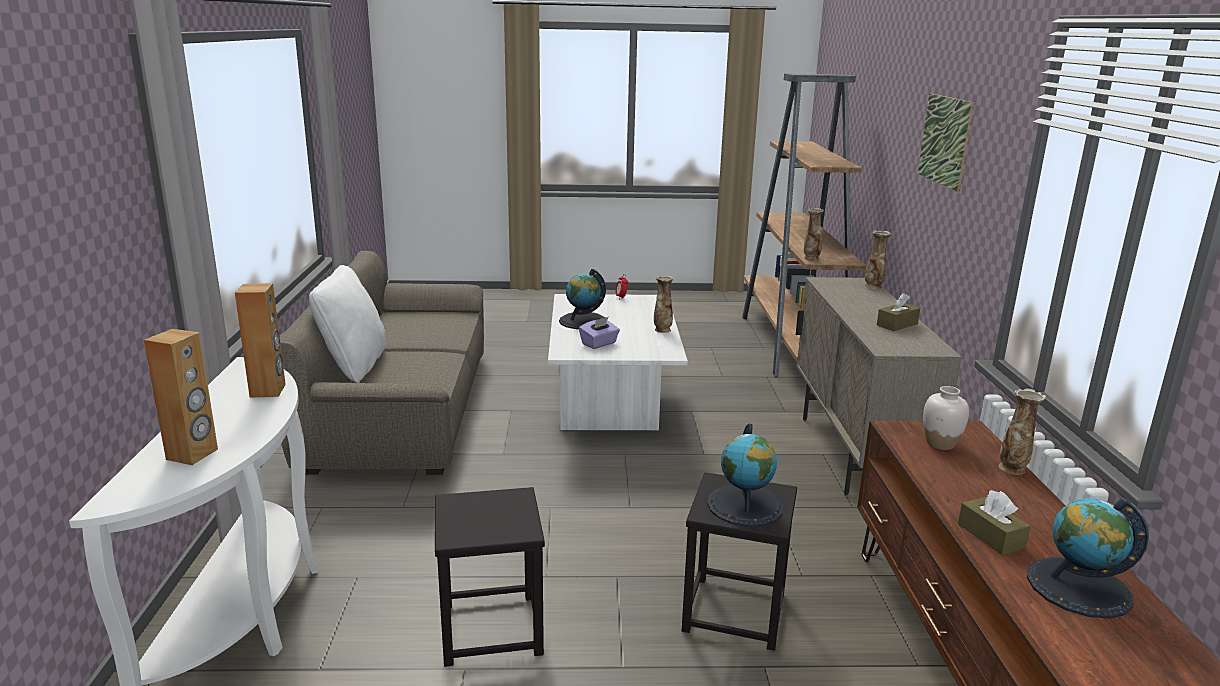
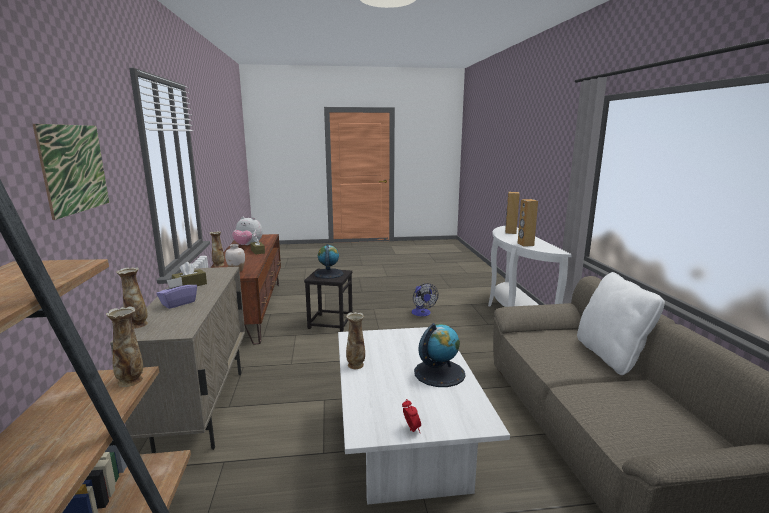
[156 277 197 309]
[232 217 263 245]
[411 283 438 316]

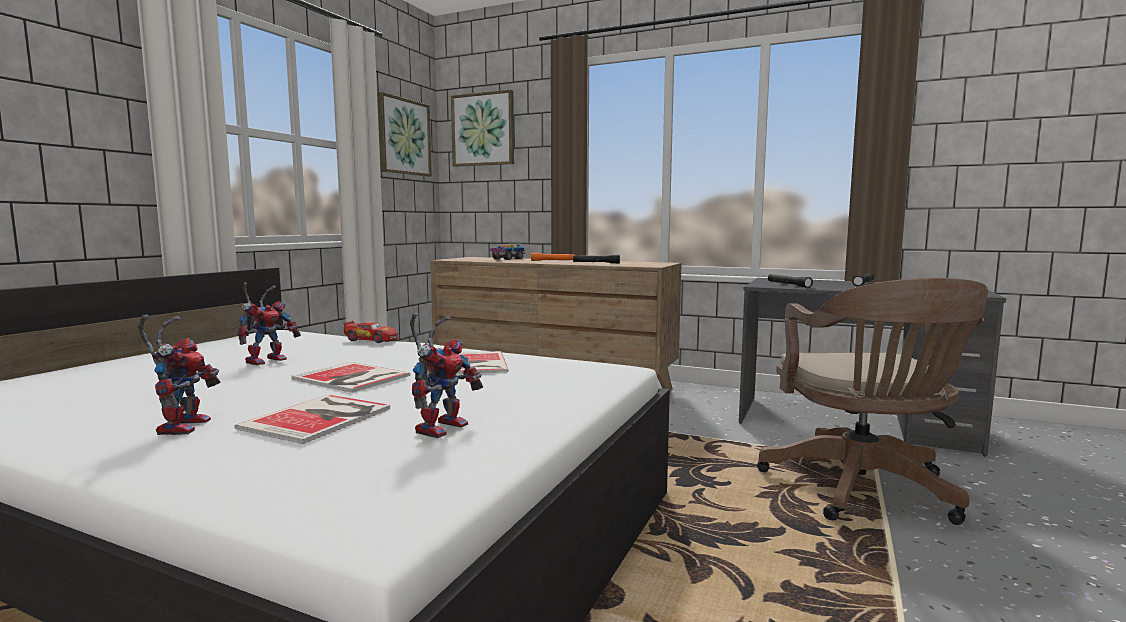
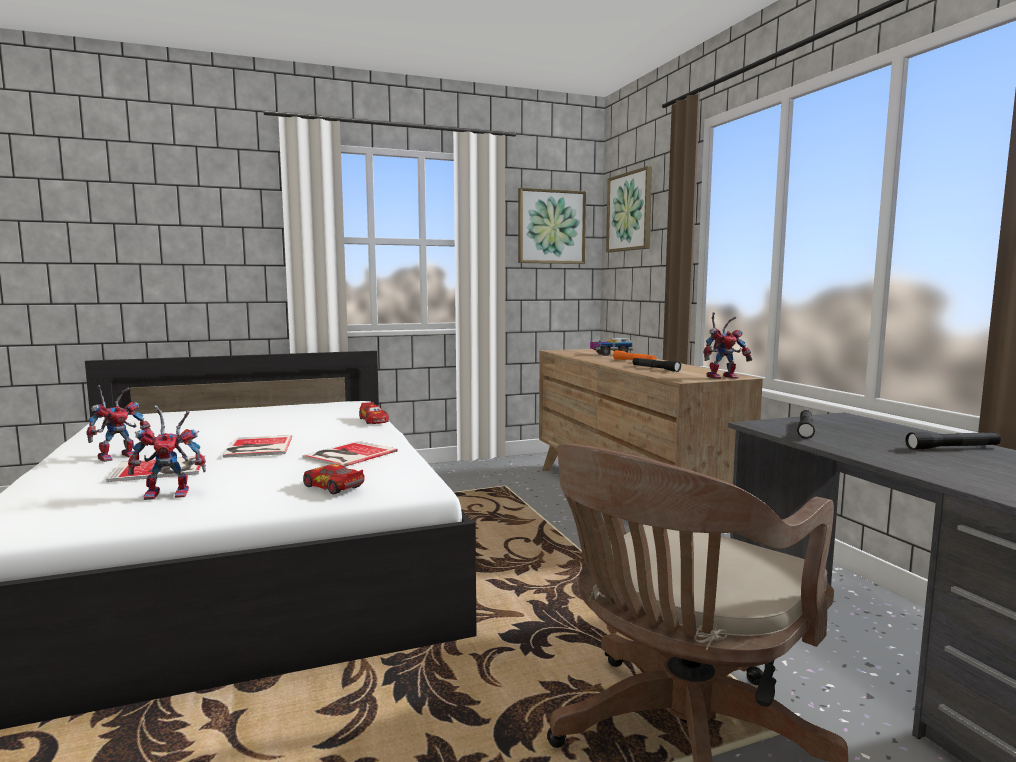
[303 464 364 494]
[703 312 752 379]

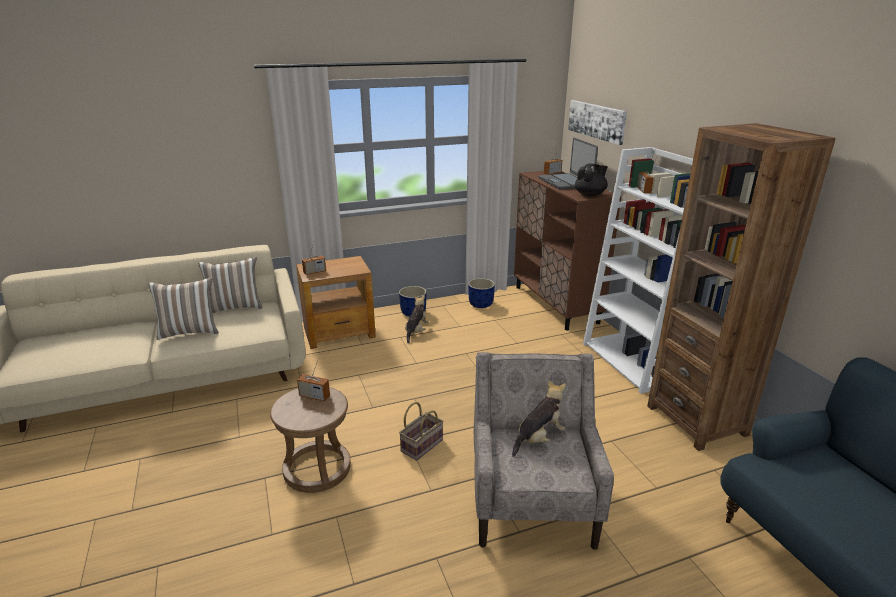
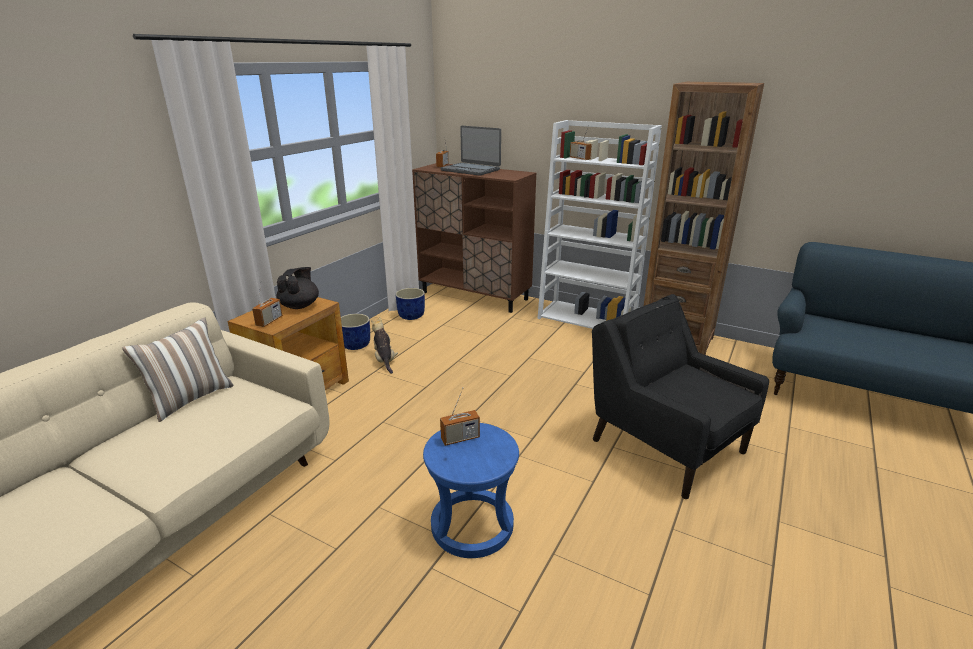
[277 267 319 309]
[423 423 519 558]
[592 294 769 499]
[149 277 218 340] (first image)
[399 402 444 461] (first image)
[512 380 566 457] (first image)
[568 100 627 145] (first image)

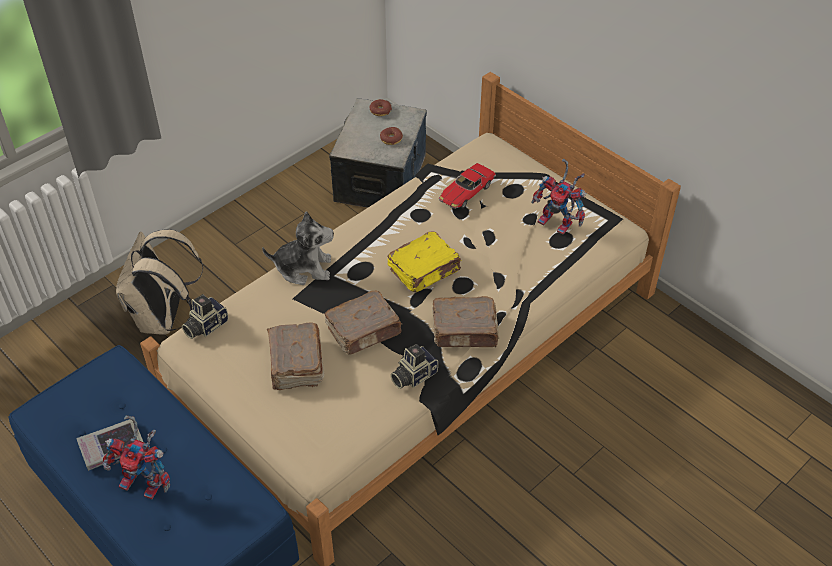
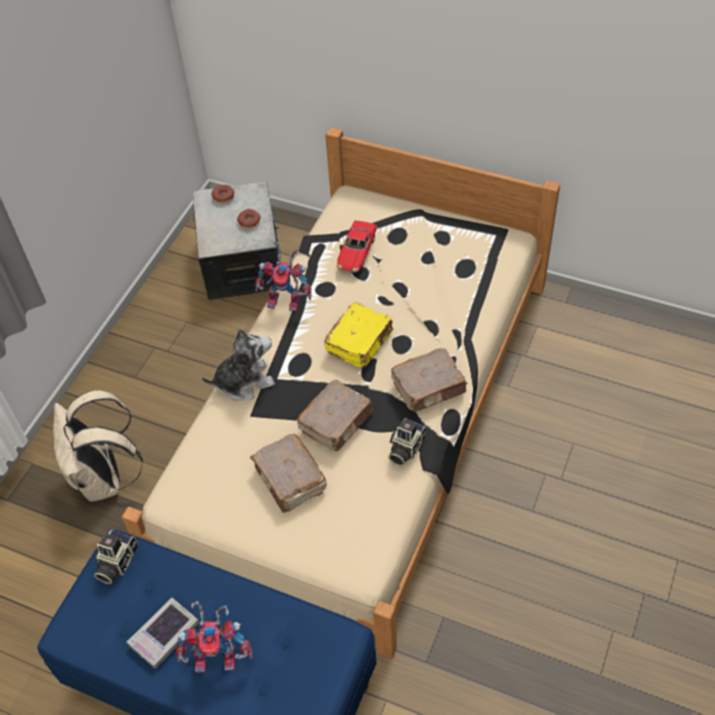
[94 530 138 584]
[255 241 312 311]

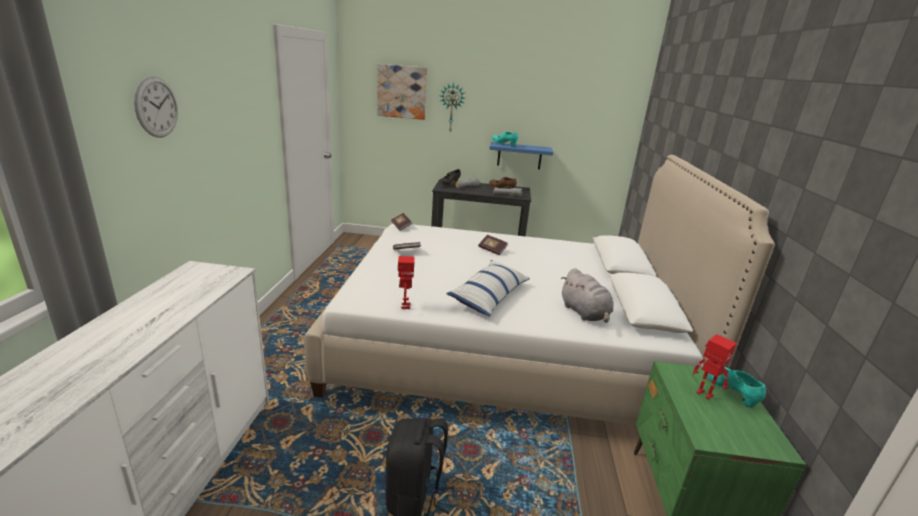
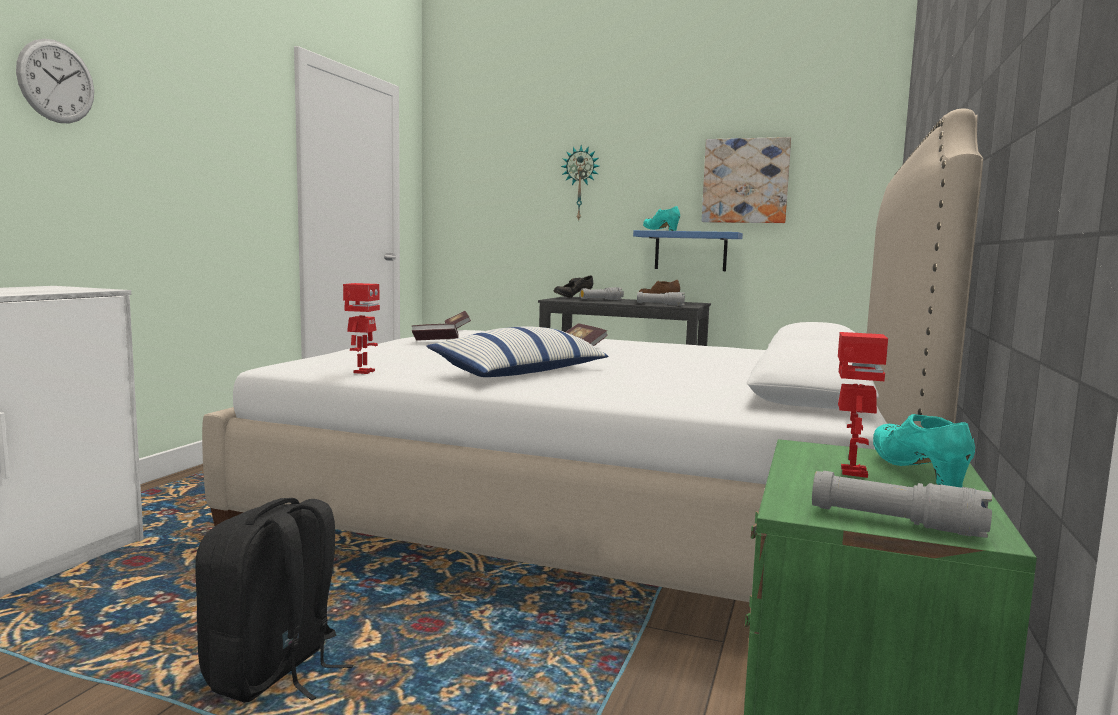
[702 137 791 223]
[812 471 992 538]
[838 332 888 478]
[561 268 614 323] (first image)

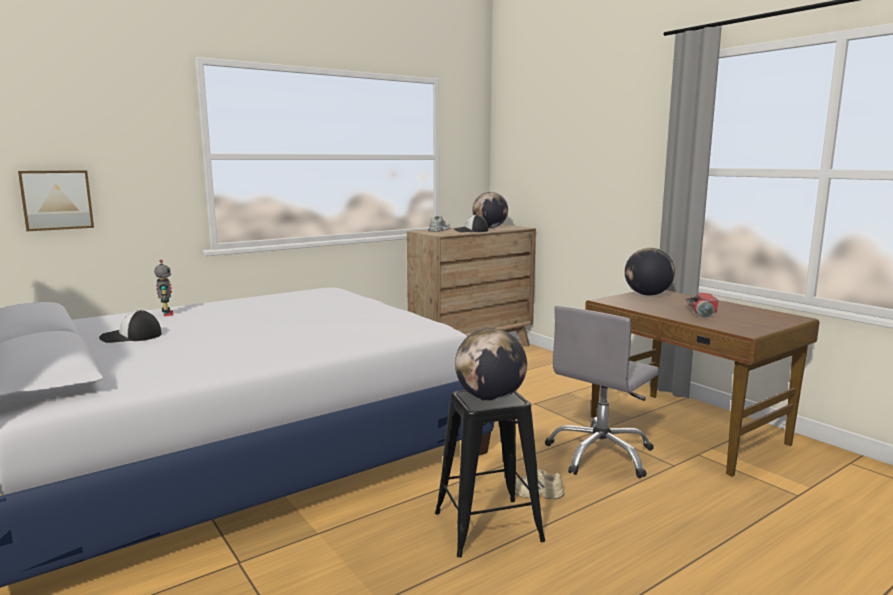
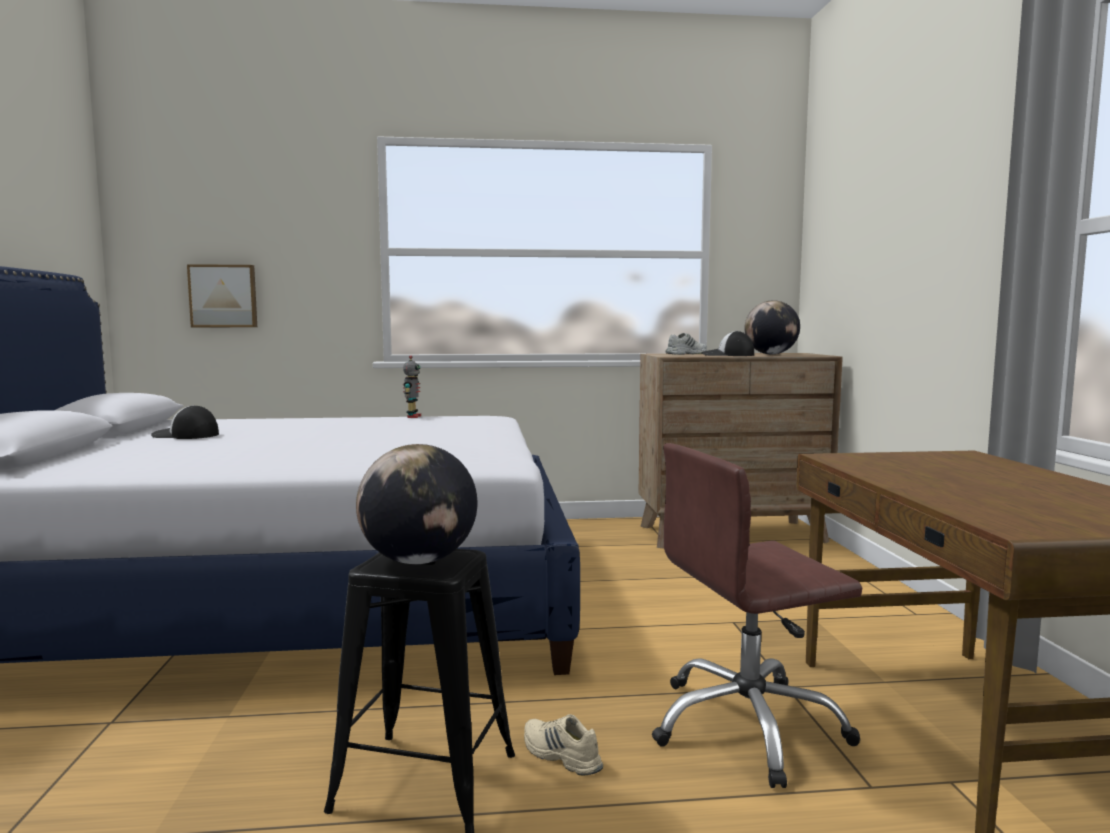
[403 355 421 418]
[652 443 862 788]
[625 248 675 296] (first image)
[685 293 718 318] (first image)

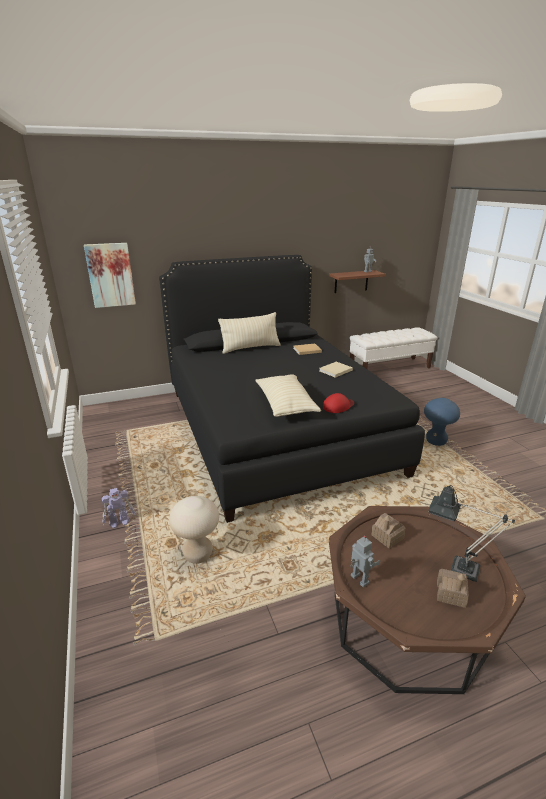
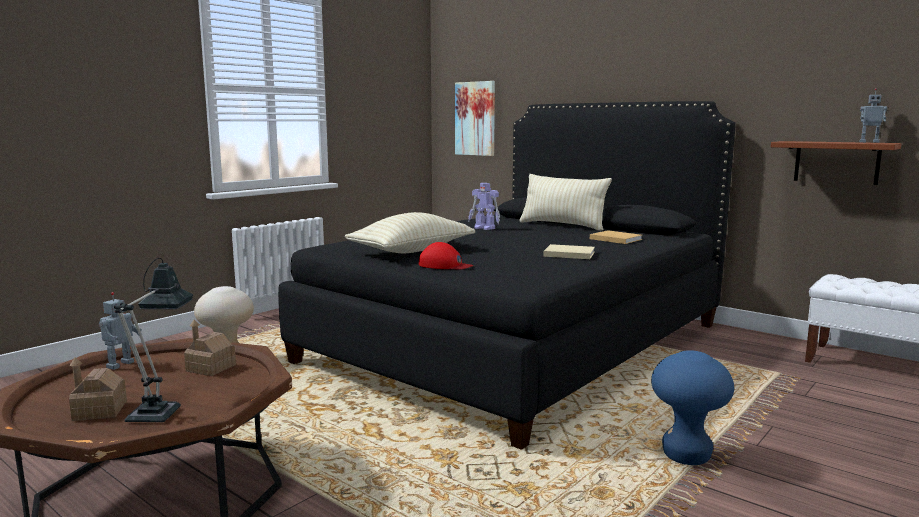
[468 183 500 230]

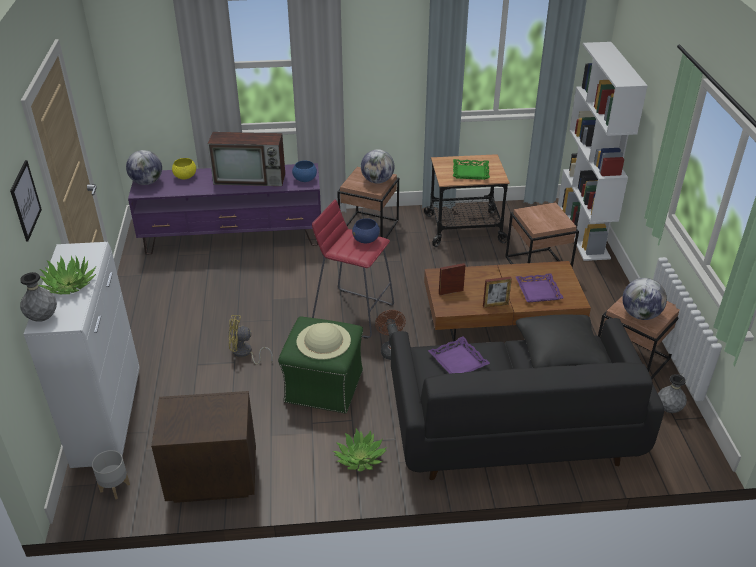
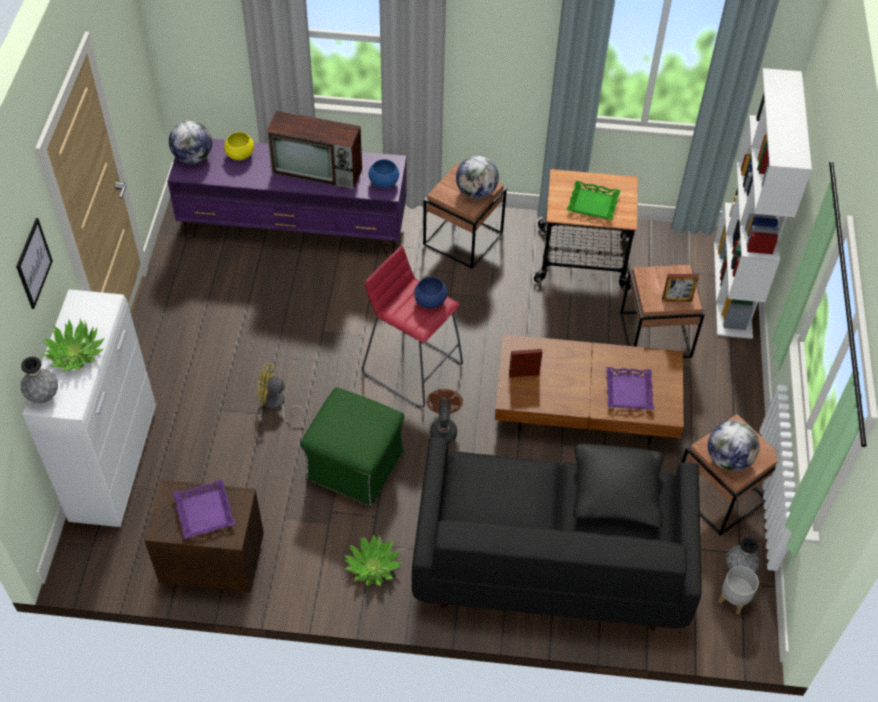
[173 479 235 539]
[662 274 699 302]
[718 566 759 615]
[296 323 351 360] (first image)

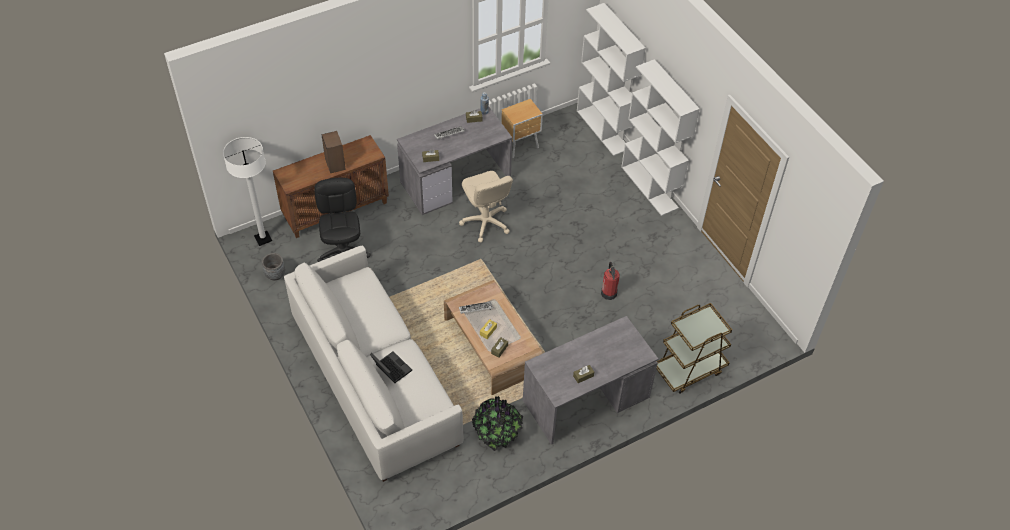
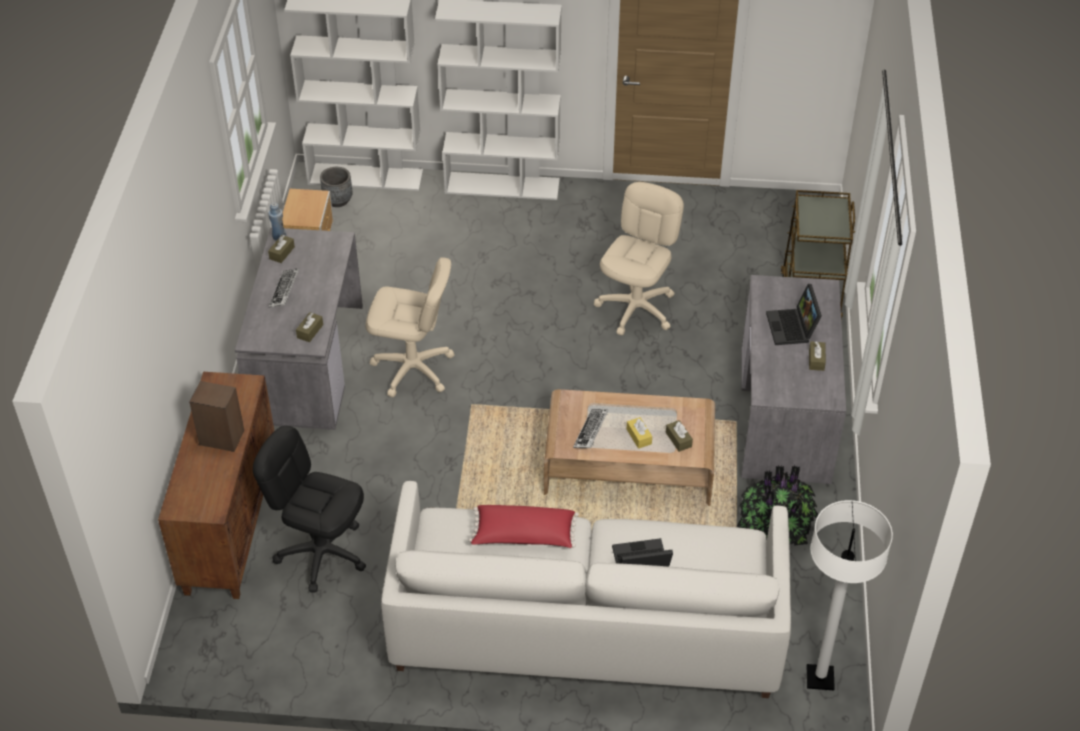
[320 167 352 207]
[468 505 579 548]
[594 182 684 336]
[766 284 822 345]
[807 500 893 690]

